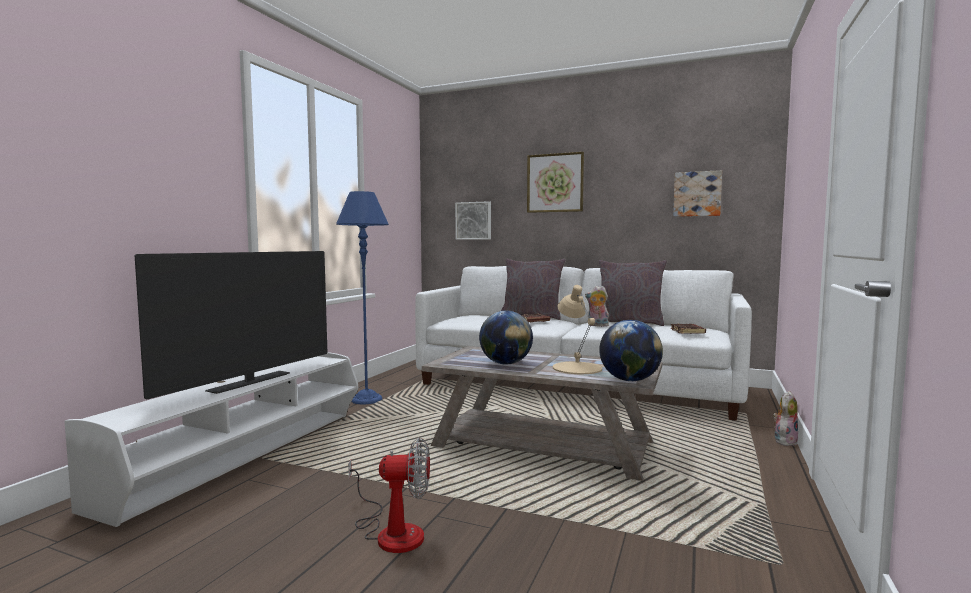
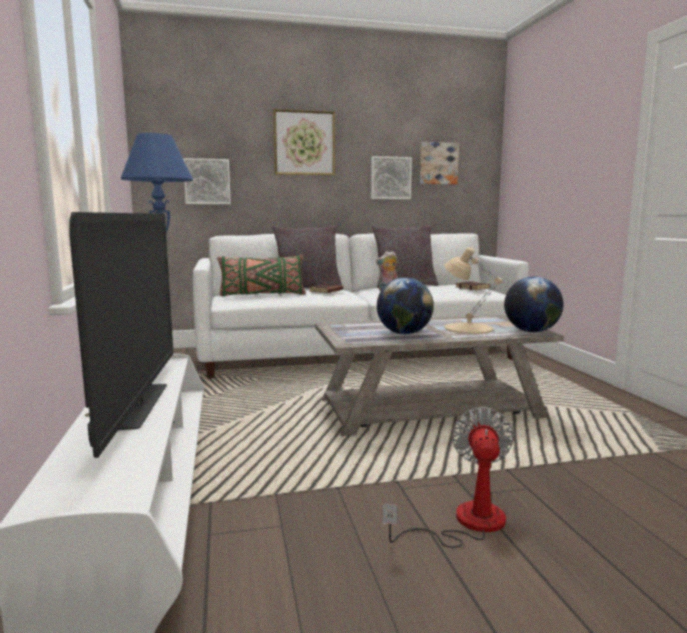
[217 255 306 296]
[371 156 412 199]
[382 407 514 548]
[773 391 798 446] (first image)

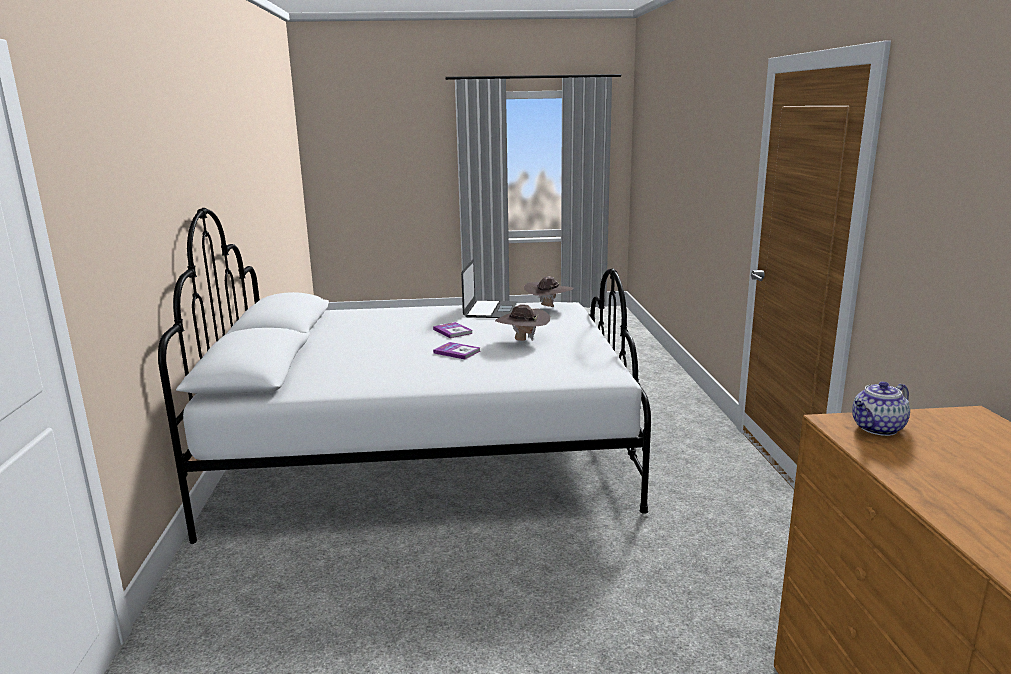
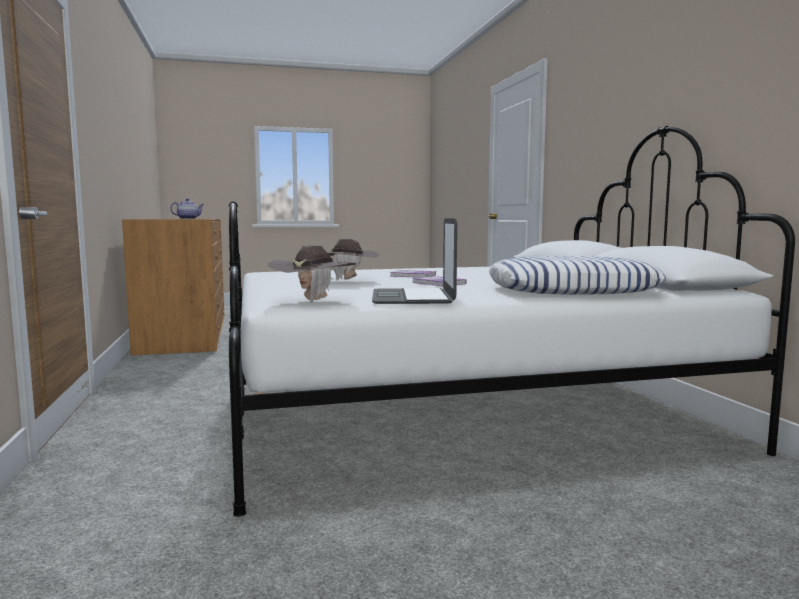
[489 256 666 295]

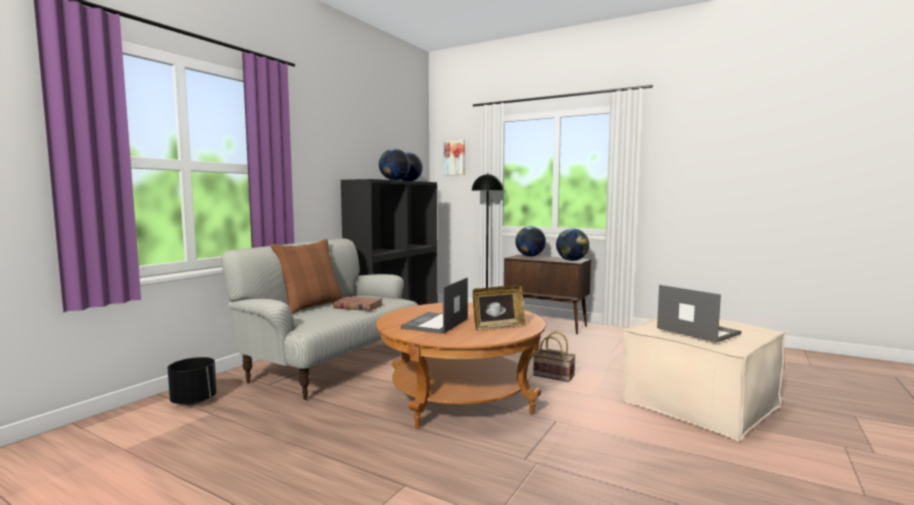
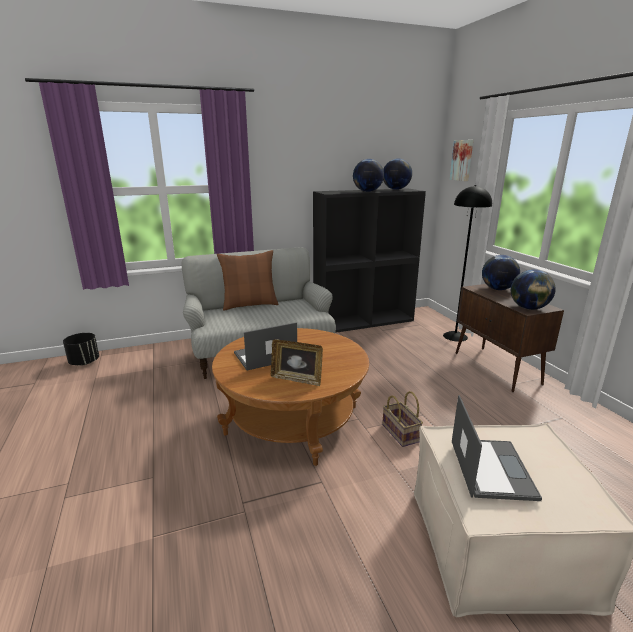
[63 333 99 366]
[333 296 383 311] (first image)

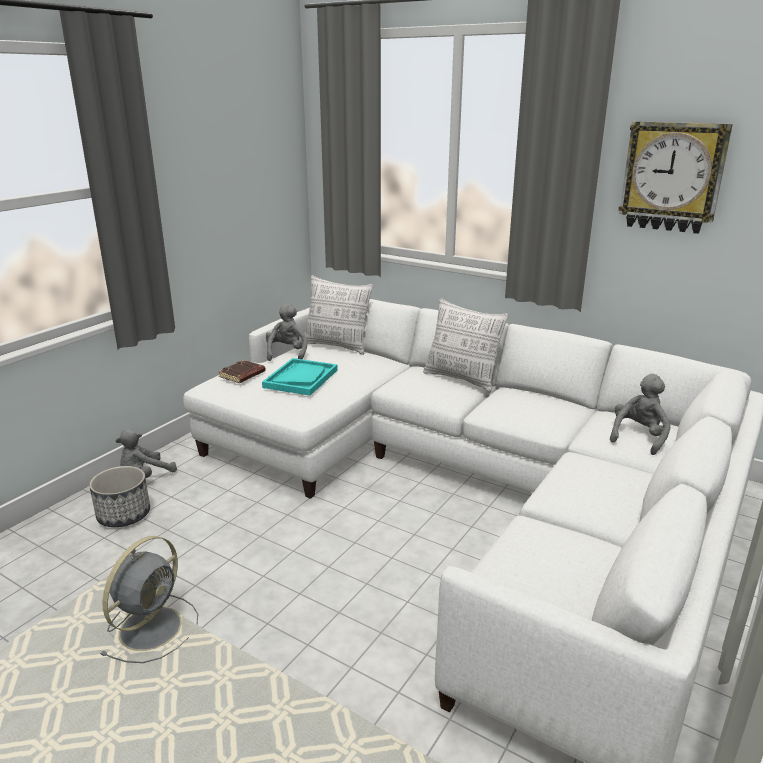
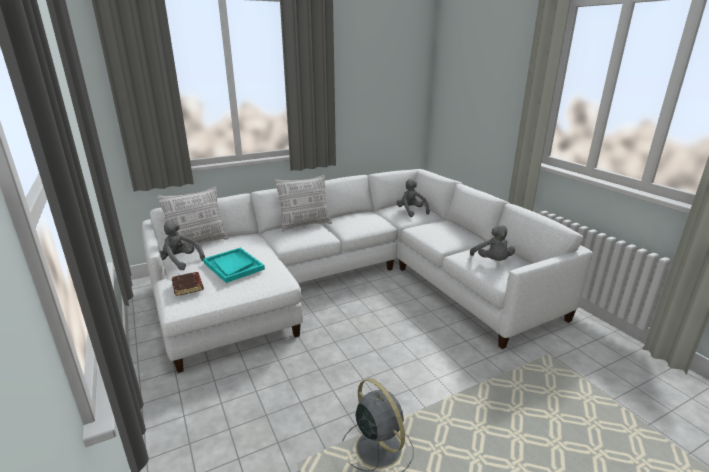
[470 225 515 261]
[89 466 150 527] (first image)
[618 121 733 234] (first image)

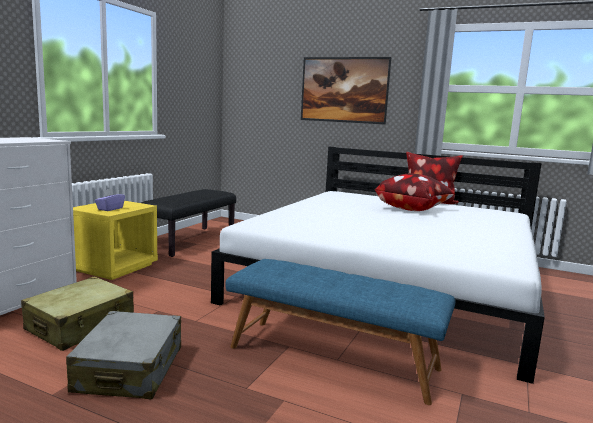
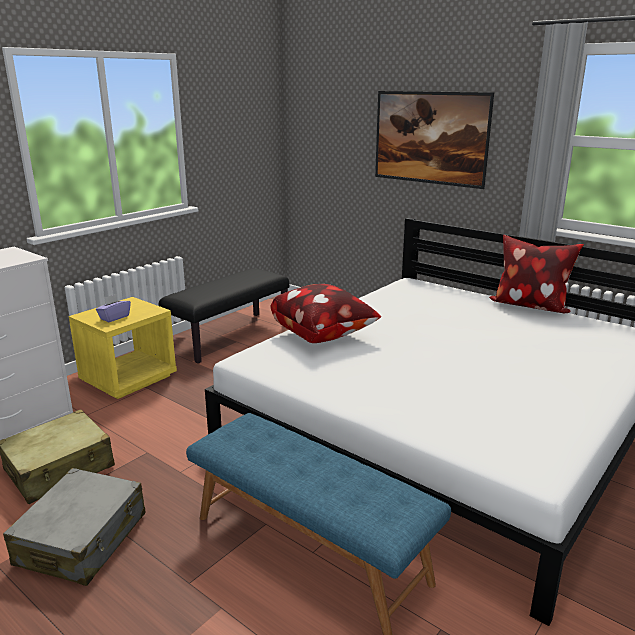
[271 284 381 343]

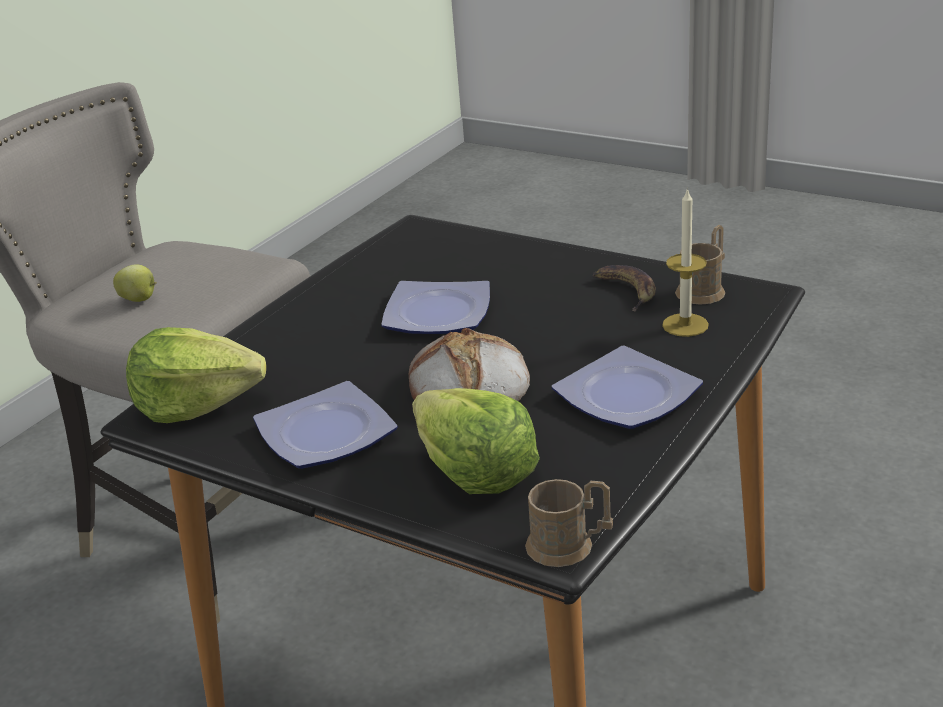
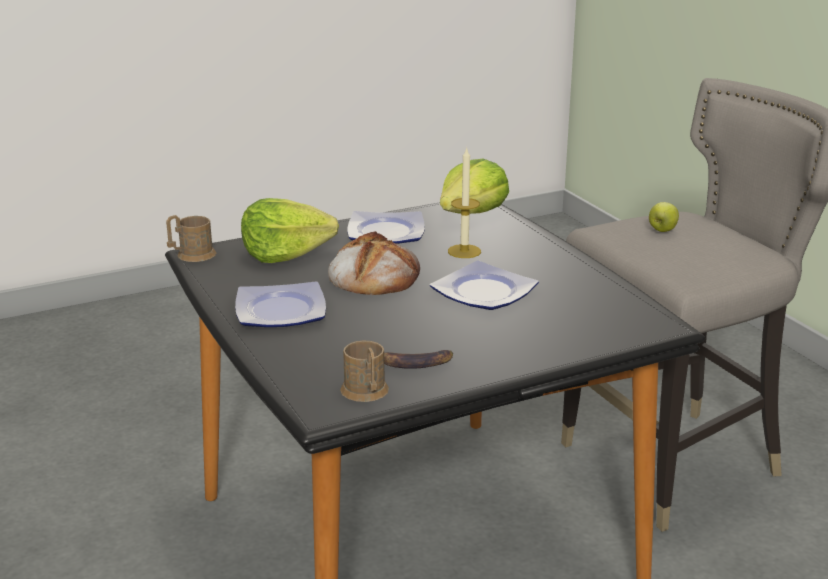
[448 147 481 258]

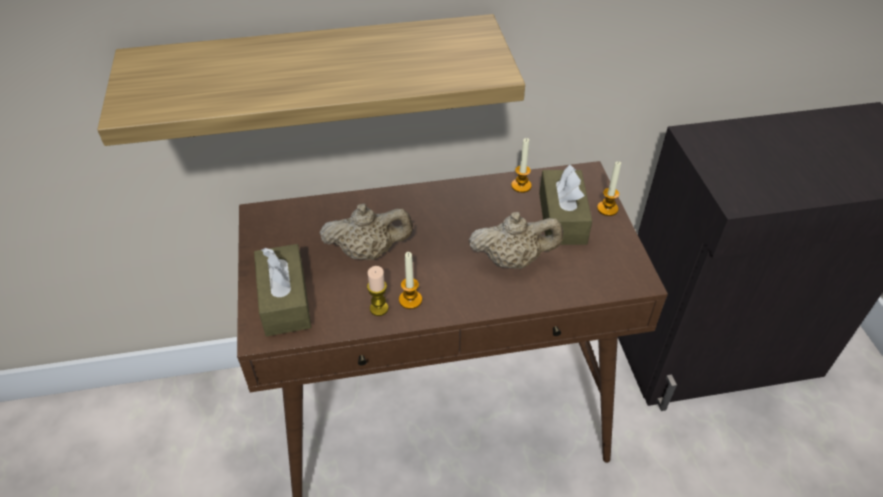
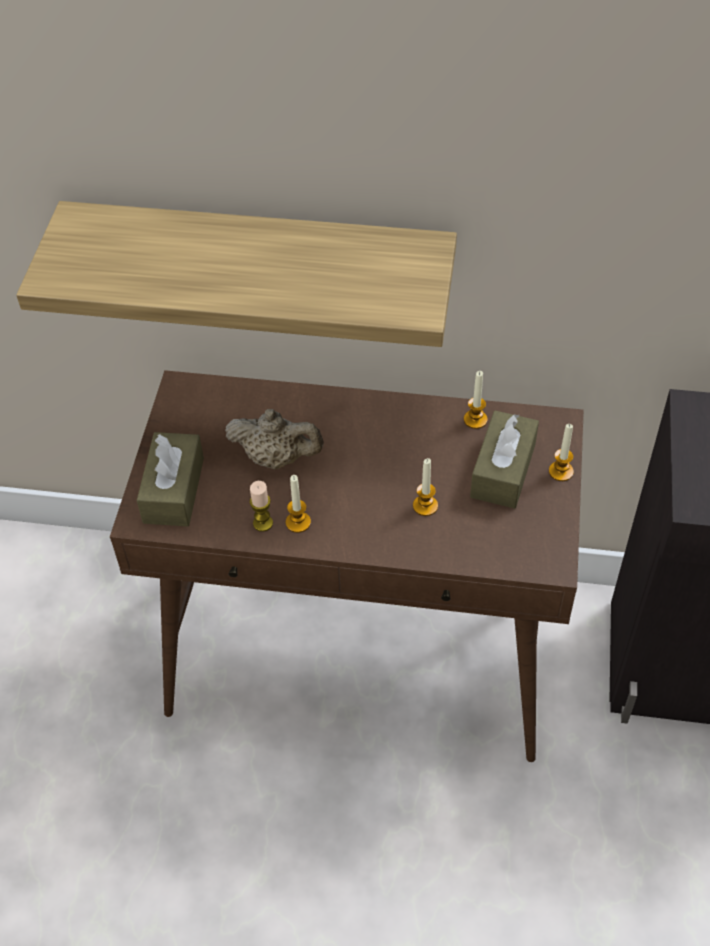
[413 458 438 516]

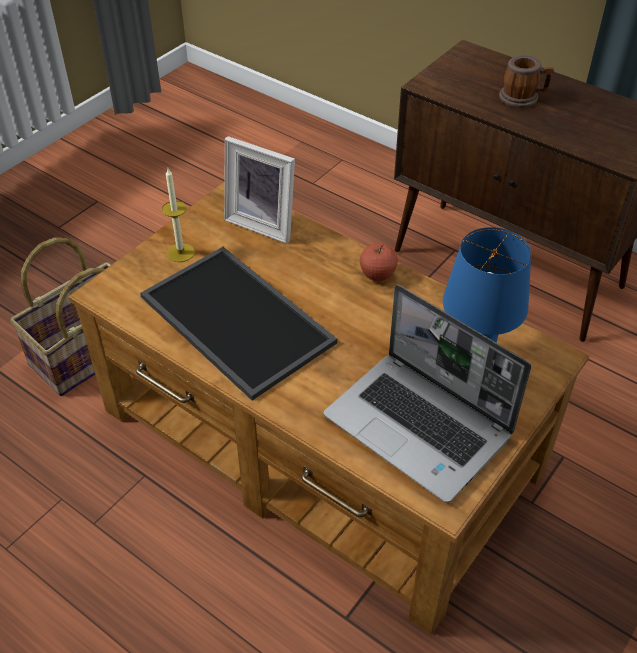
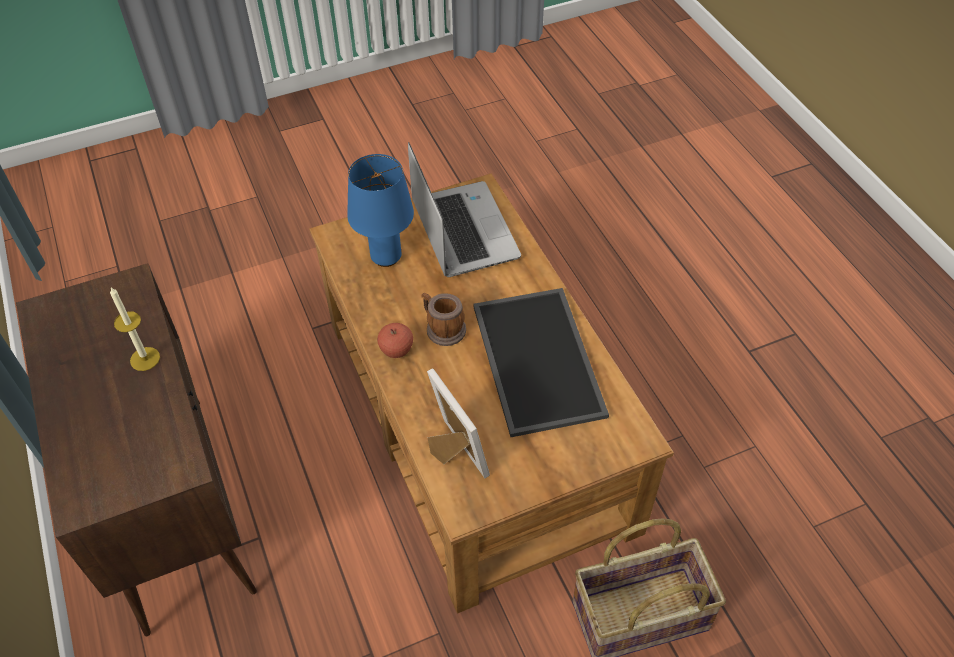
[110 287 160 371]
[421 293 466 346]

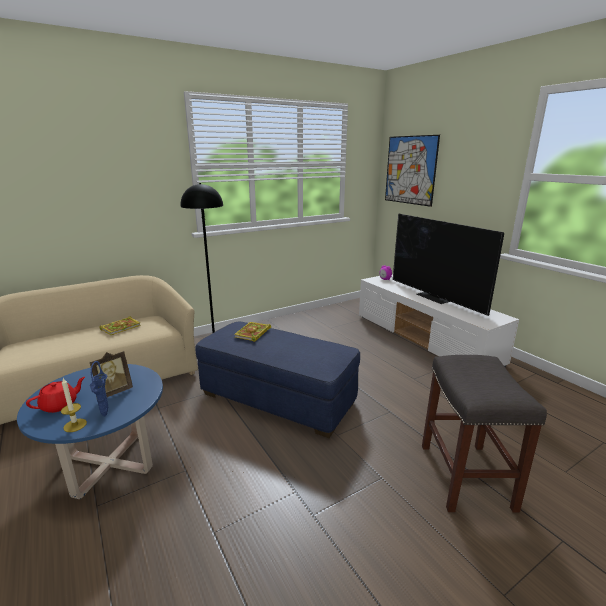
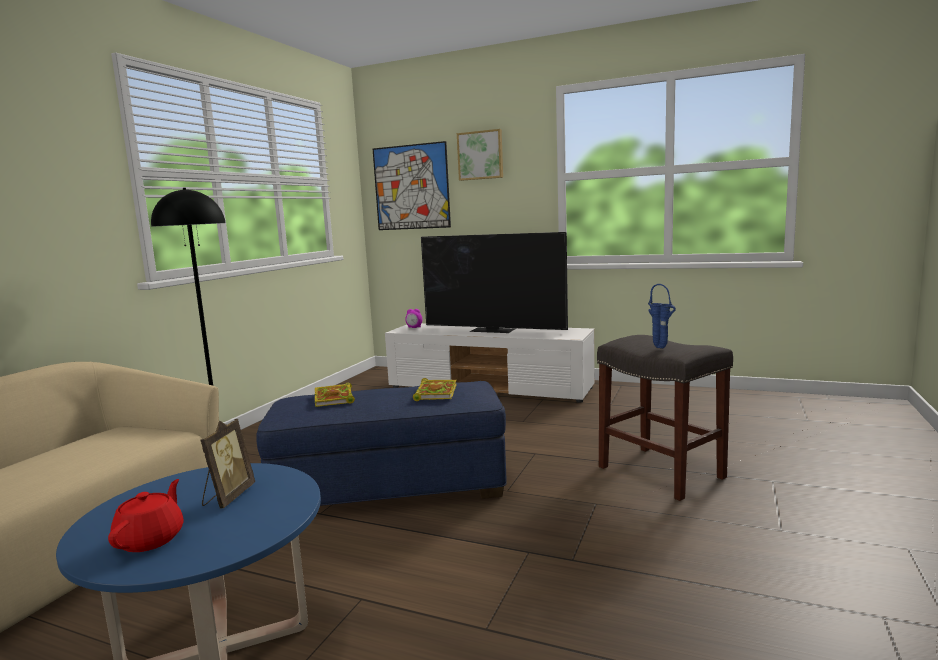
[413 378 457 401]
[457 129 503 181]
[648 284 676 349]
[61 378 87 432] (first image)

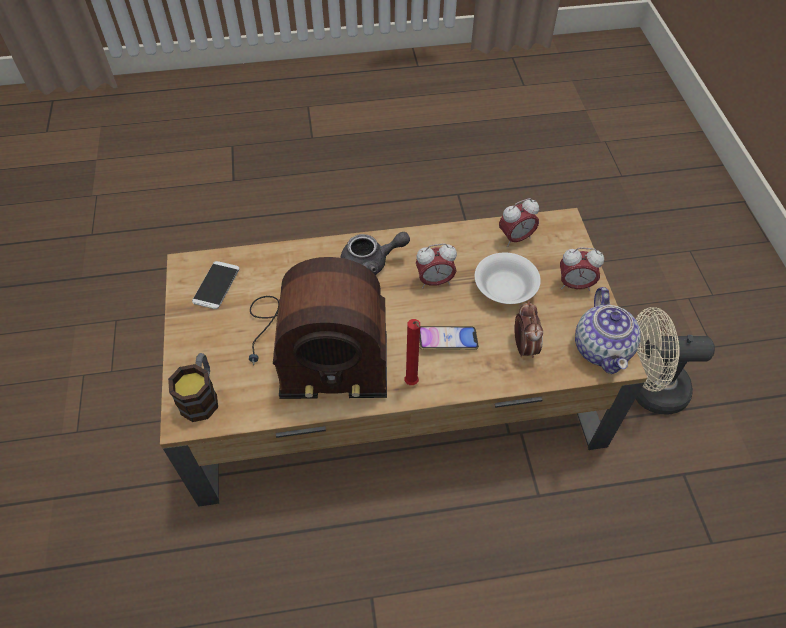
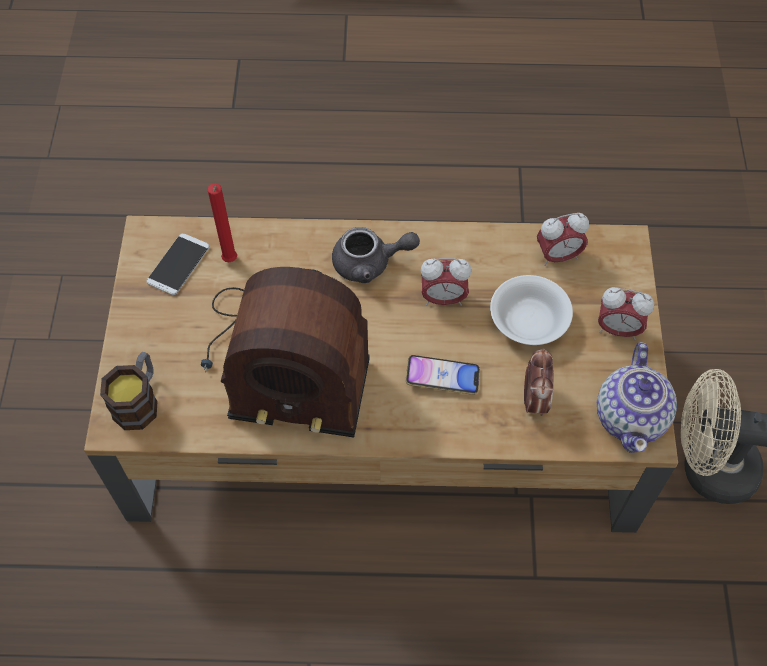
[207 183 237 262]

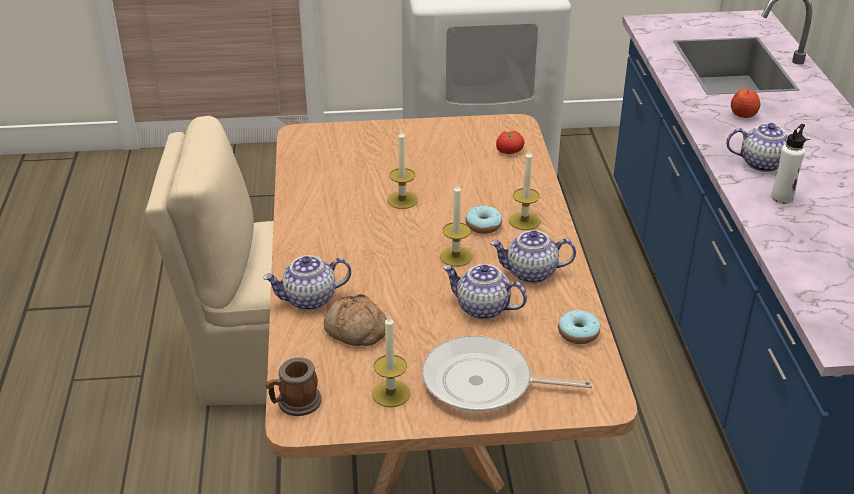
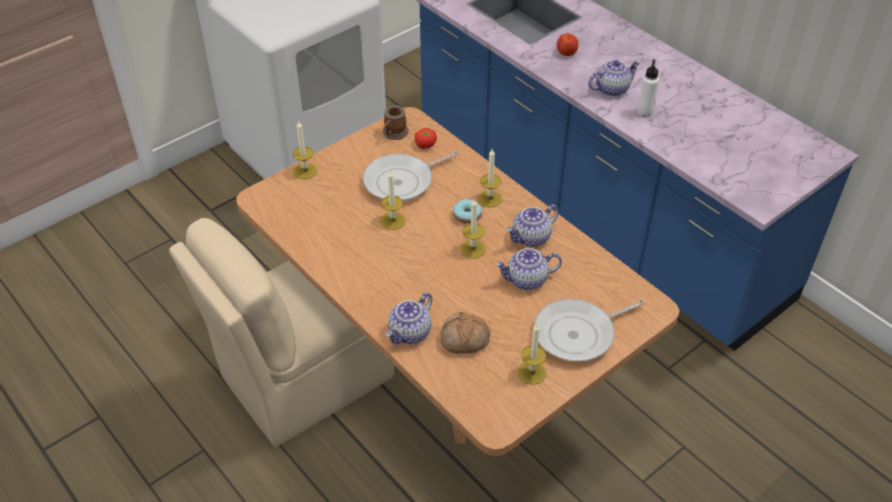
[293 120 317 179]
[363 151 460 201]
[383 105 409 140]
[558 310 600 344] (first image)

